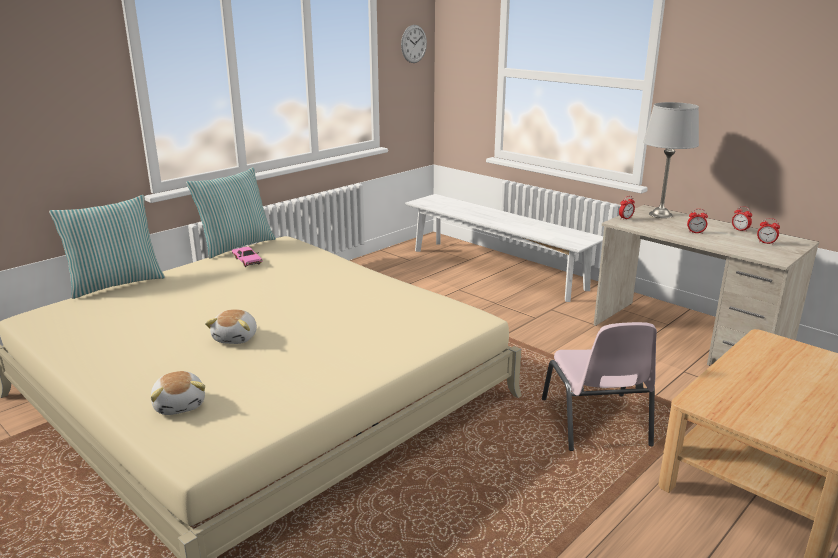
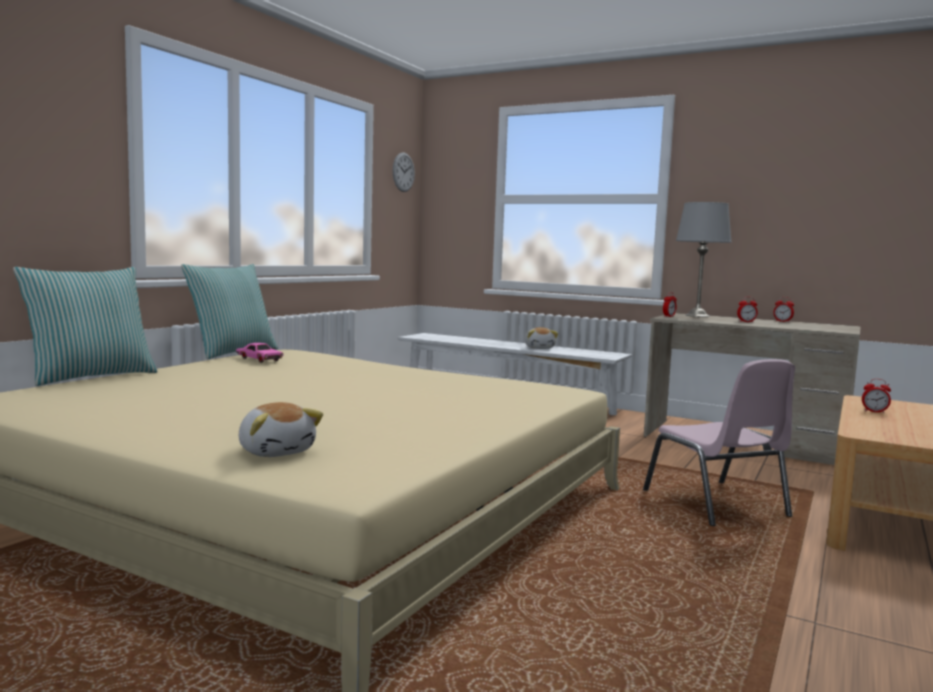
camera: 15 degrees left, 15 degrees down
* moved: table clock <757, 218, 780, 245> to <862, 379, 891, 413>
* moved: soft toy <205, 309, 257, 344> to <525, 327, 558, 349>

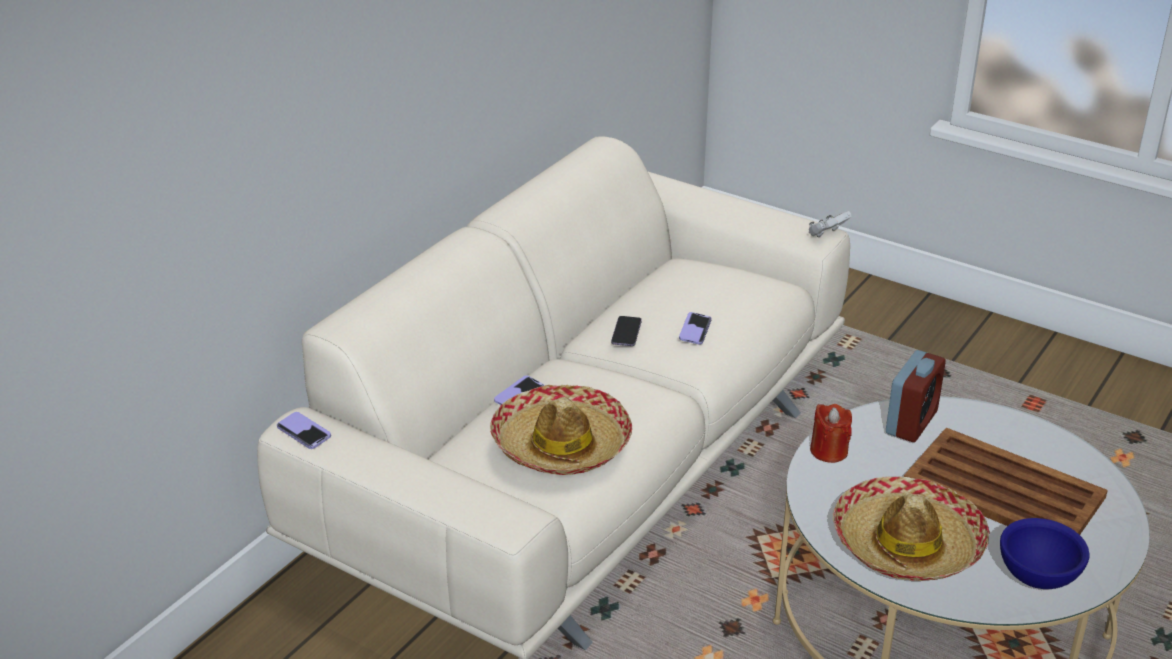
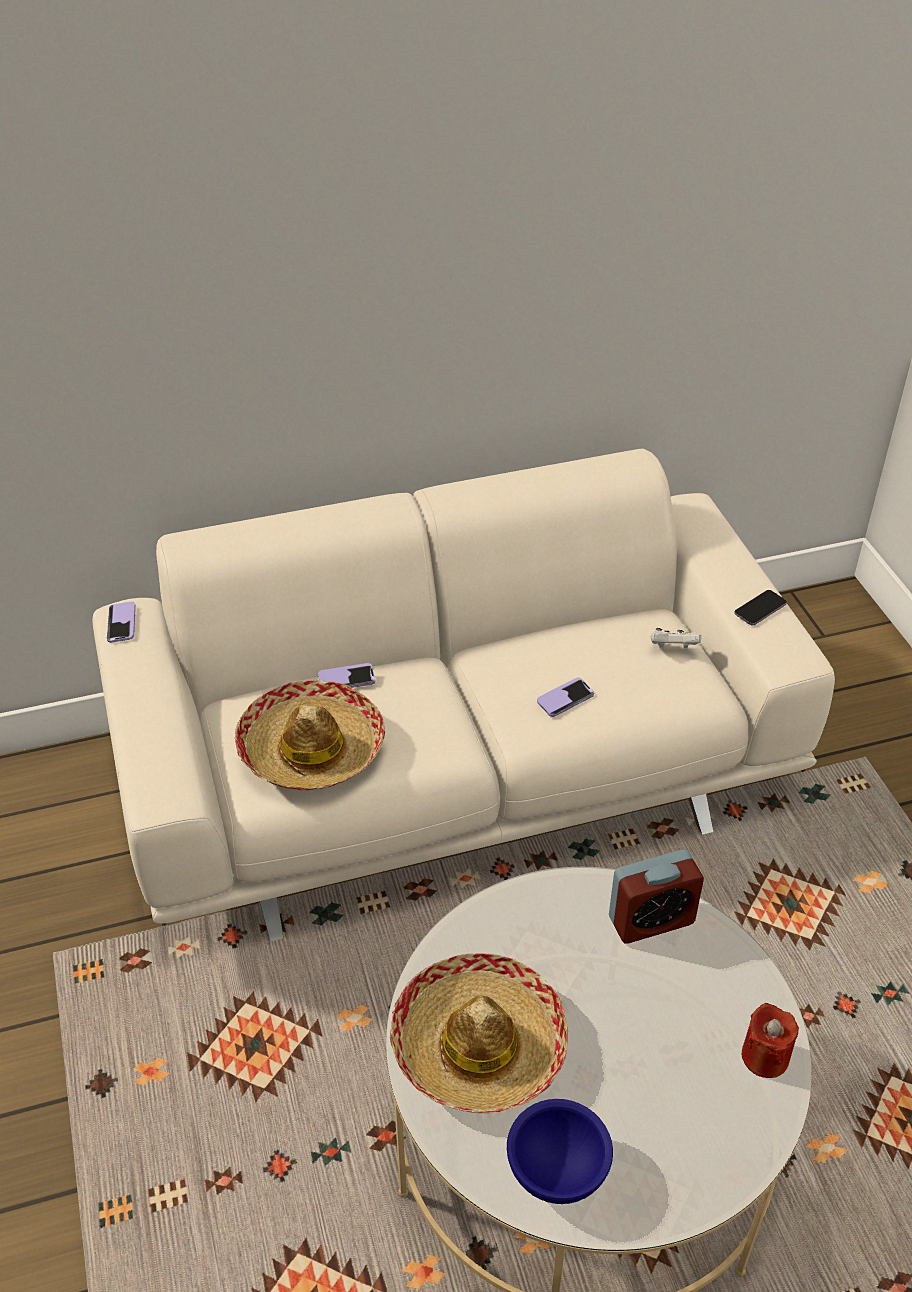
camera: 40 degrees right, 10 degrees up
* moved: white-coloured joypad <809, 211, 852, 237> to <650, 628, 701, 648>
* moved: handset <611, 316, 642, 346> to <734, 590, 787, 625>
* moved: reddish candle <810, 404, 852, 463> to <742, 1003, 799, 1078>
* removed: brown serving tray <904, 428, 1108, 535>

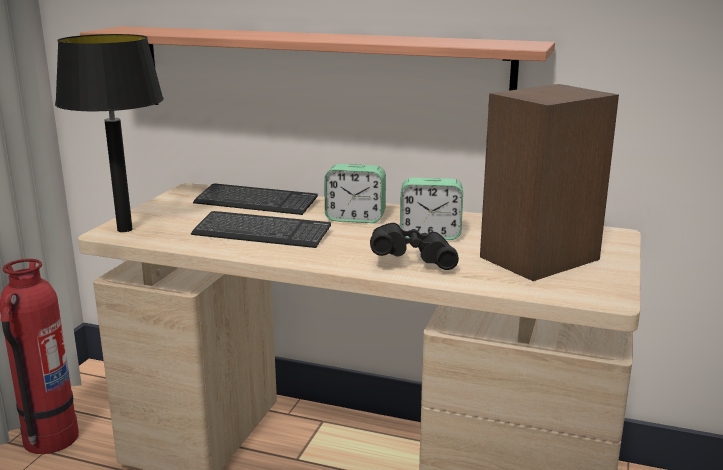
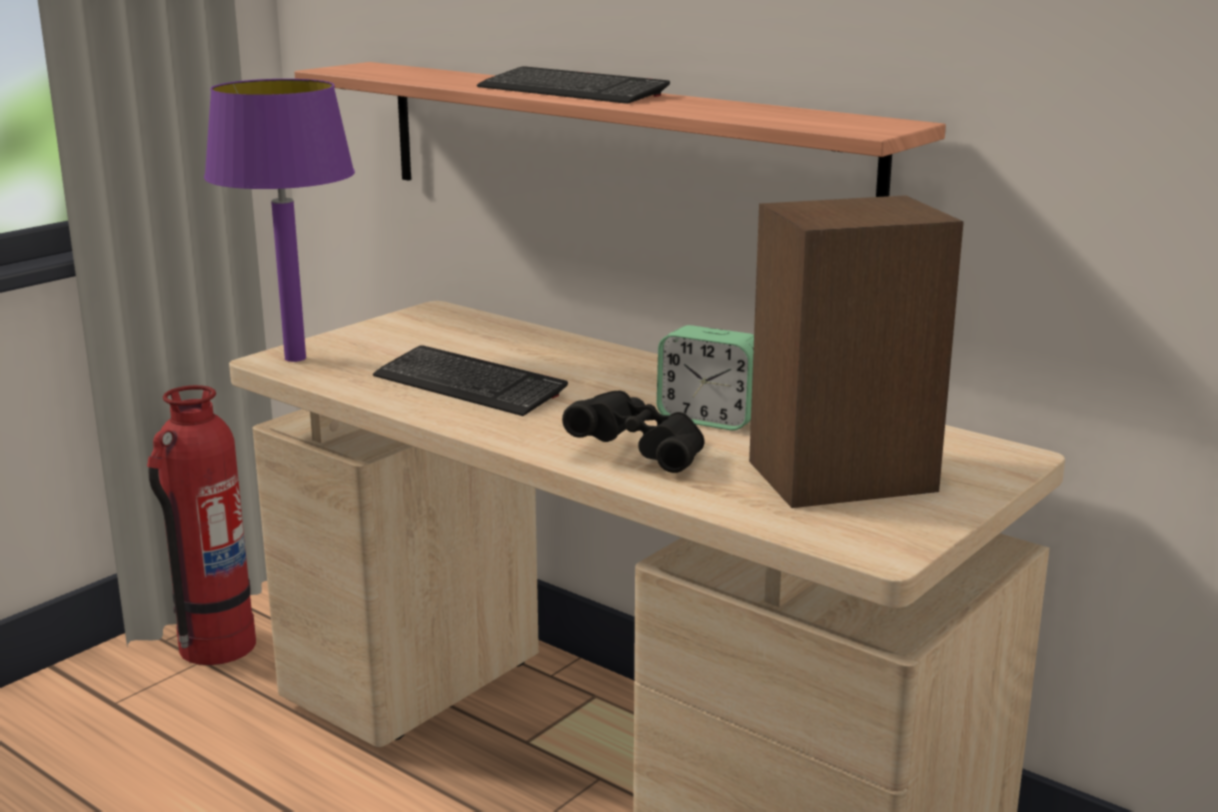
camera: 20 degrees right, 0 degrees up
* recoloured: black-coloured table lamp <55, 34, 164, 232> to purple-coloured table lamp <204, 79, 355, 362>
* removed: table clock <324, 164, 386, 223>
* moved: computer keyboard <193, 184, 318, 215> to <477, 67, 670, 104>

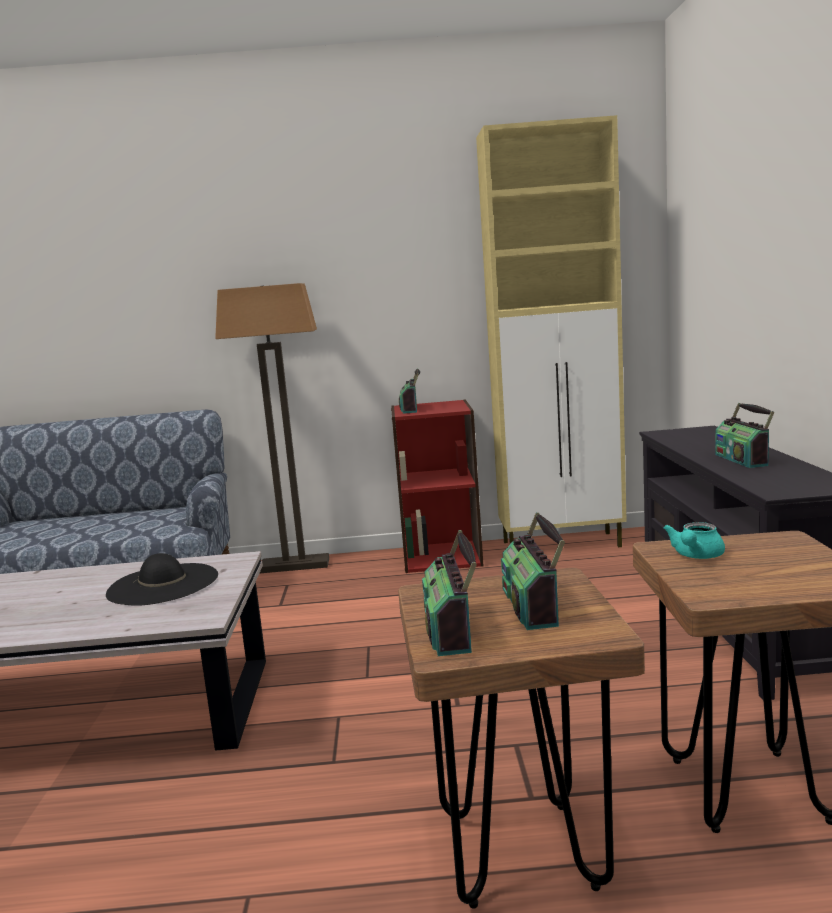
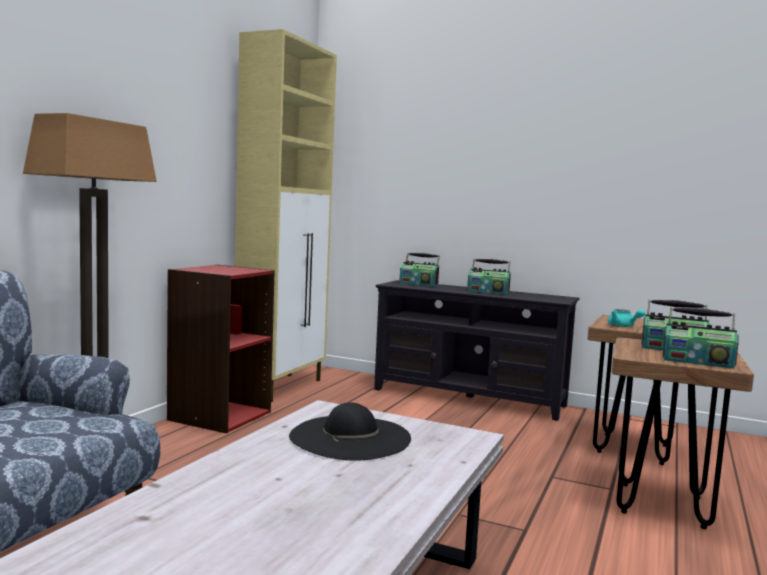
camera: 65 degrees left, 5 degrees down
* moved: radio <399, 369, 420, 414> to <400, 253, 440, 286>

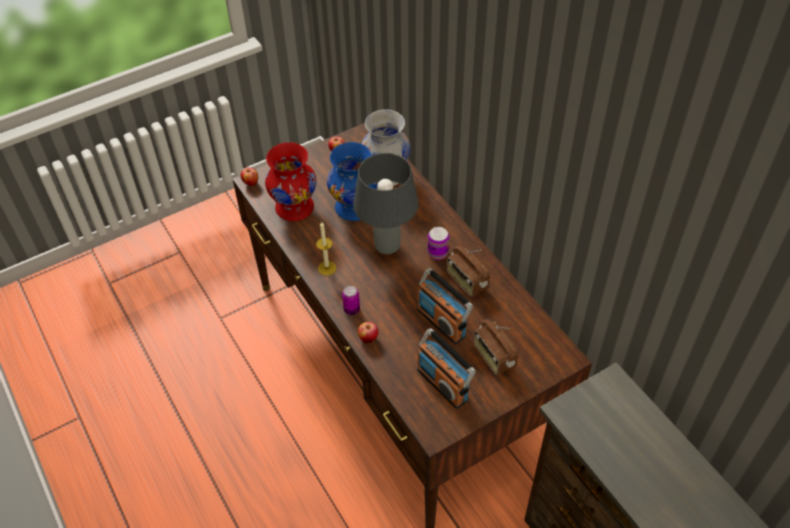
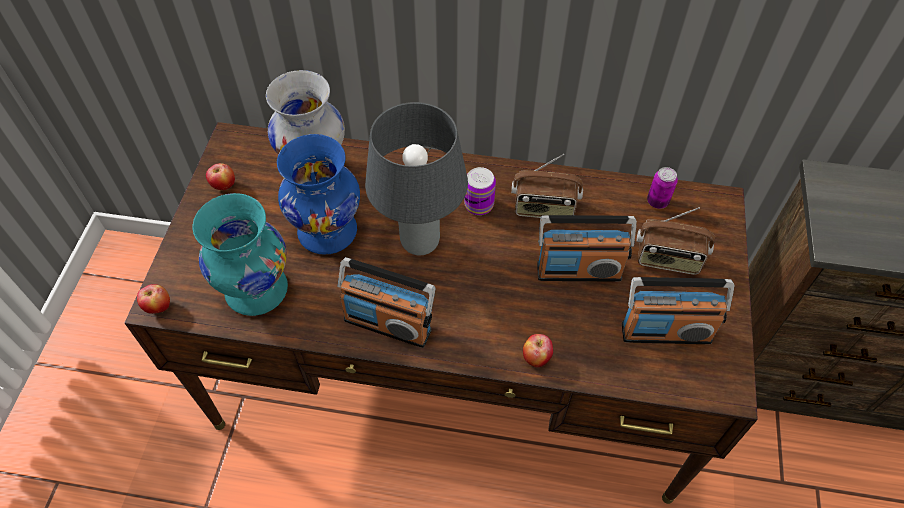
camera: 50 degrees left, 5 degrees up
* recoloured: reddish vase <265, 142, 317, 221> to turquoise-coloured vase <193, 193, 288, 316>
* replaced: candle <316, 222, 337, 276> to radio <337, 257, 435, 348>
* moved: metal can <342, 286, 360, 315> to <647, 167, 678, 209>

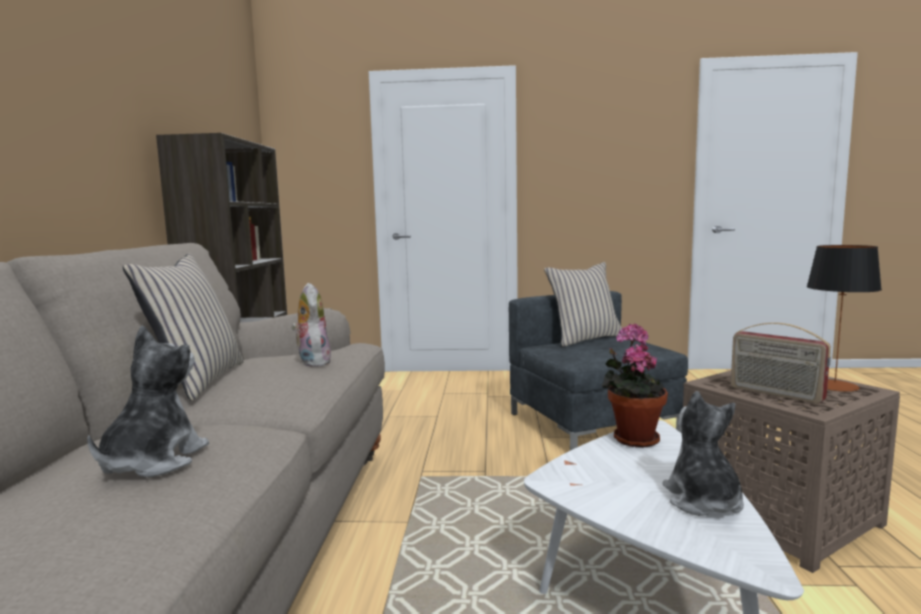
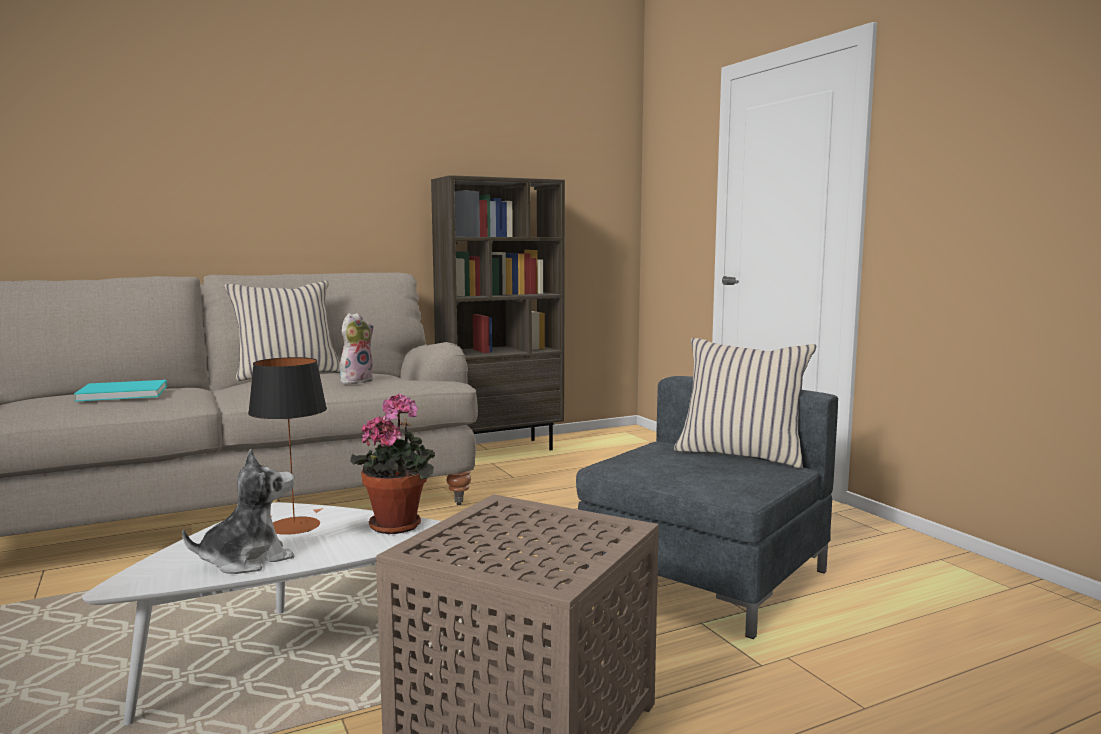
camera: 60 degrees right, 0 degrees up
* moved: table lamp <807, 245, 882, 392> to <248, 357, 327, 535>
* removed: radio <731, 322, 831, 404>
* replaced: soft toy <87, 325, 209, 477> to turquoise-coloured volume <74, 380, 167, 401>

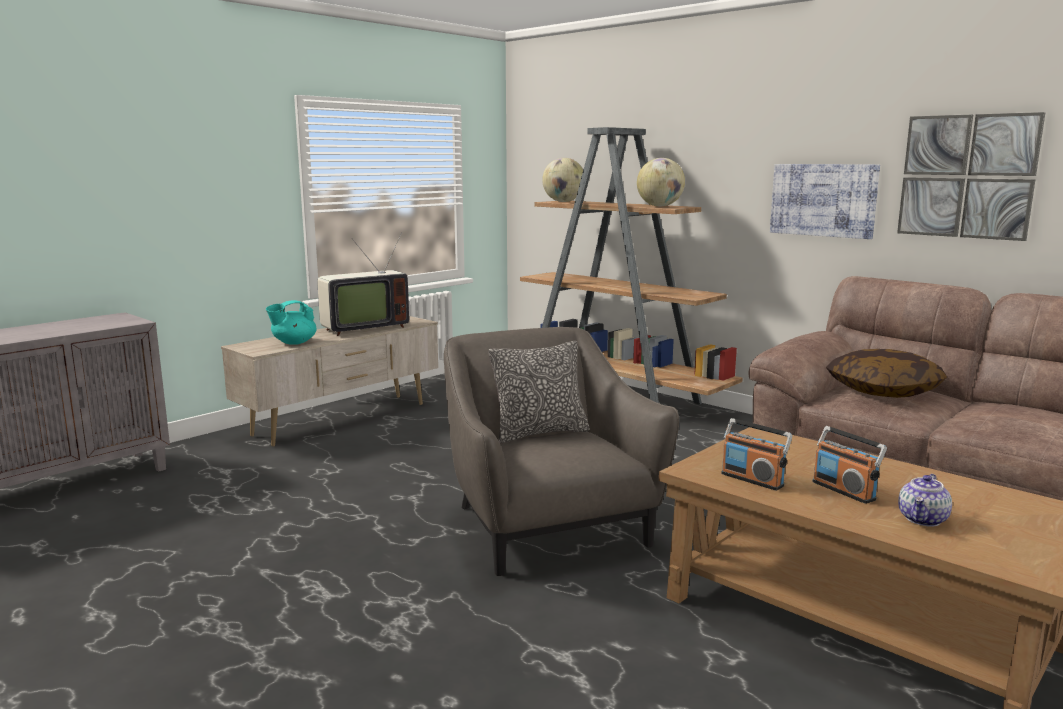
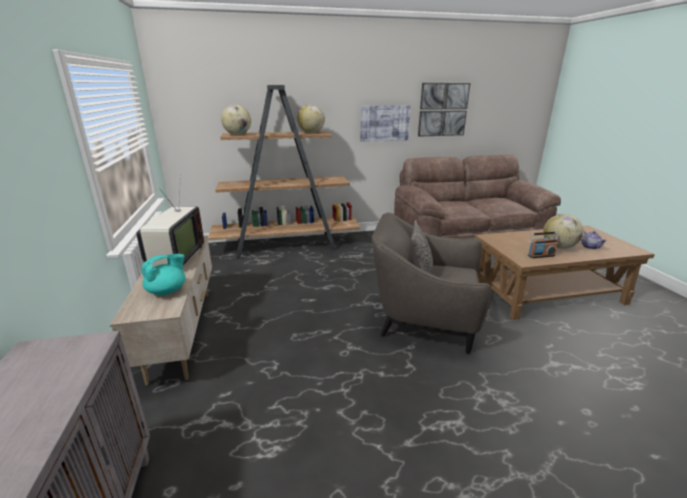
camera: 55 degrees left, 10 degrees up
* turned: turquoise-coloured teapot <266, 300, 316, 345> = <141, 254, 186, 295> 135 degrees counterclockwise
* removed: cushion <826, 349, 947, 398>
* replaced: radio <812, 426, 887, 504> to world globe <543, 214, 583, 249>

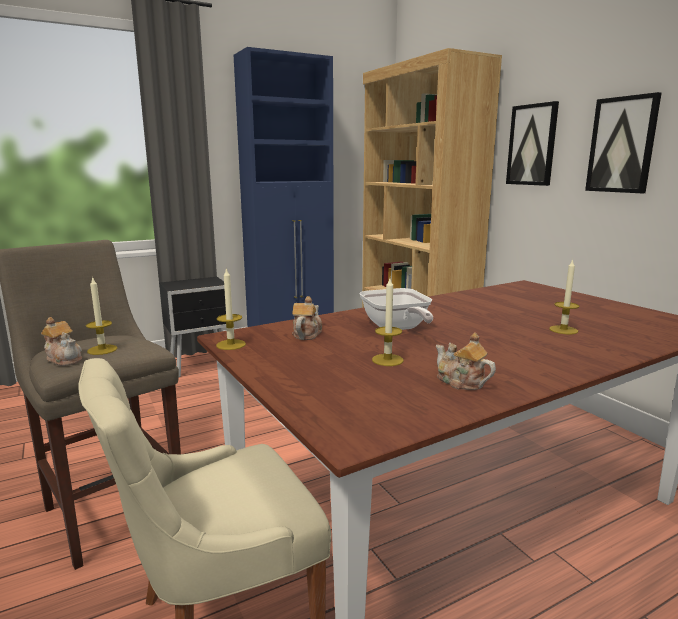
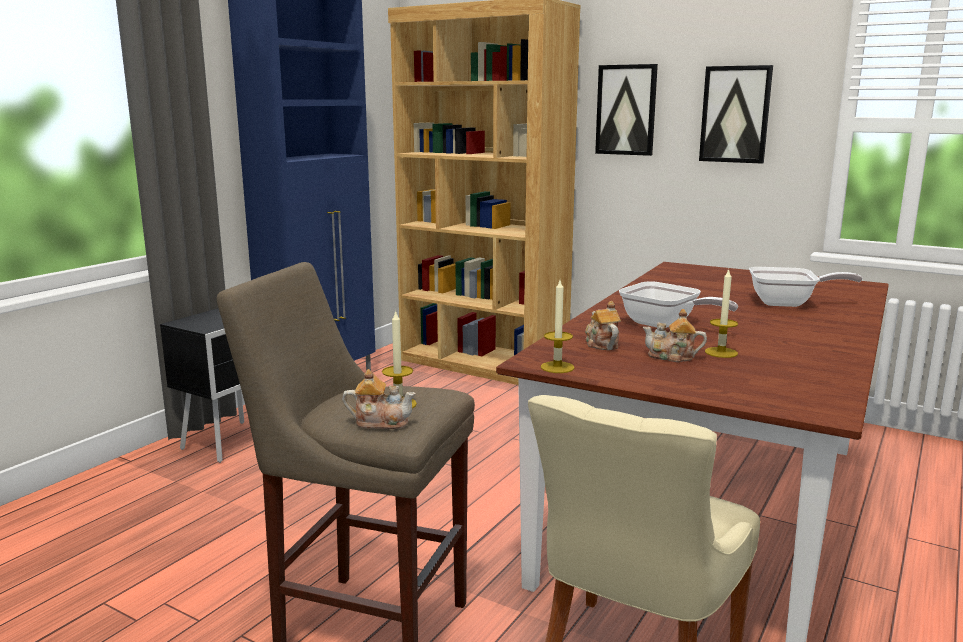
camera: 30 degrees left, 0 degrees up
* replaced: candle <549, 259, 579, 335> to skillet <749, 267, 863, 307>
* moved: teapot <436, 332, 496, 390> to <643, 309, 707, 362>

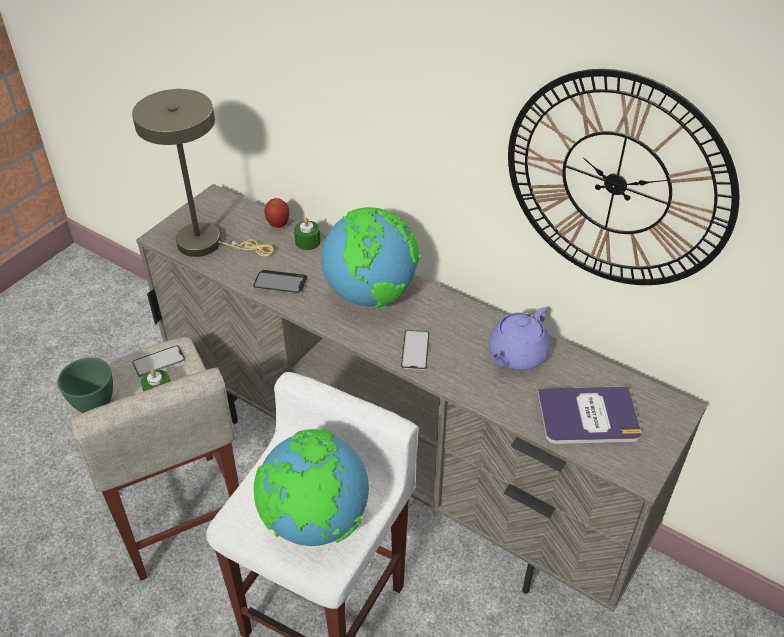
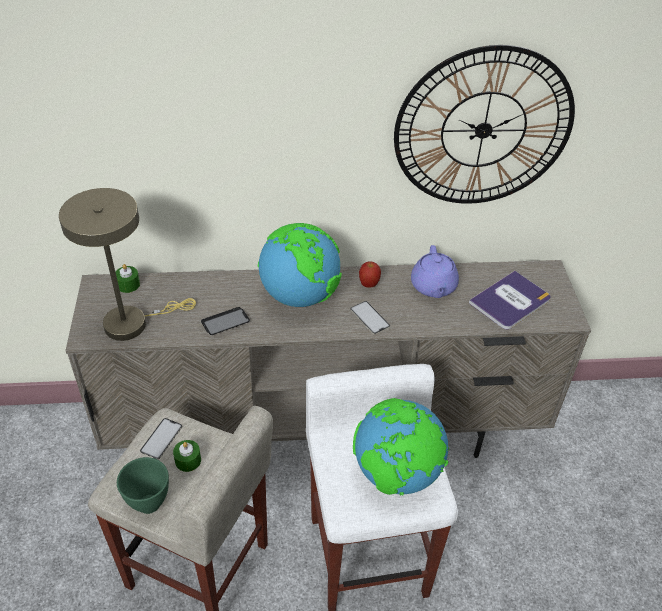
camera: 40 degrees left, 0 degrees up
* moved: whole apple <264, 198, 289, 228> to <359, 262, 381, 288>
* moved: greenish candle <294, 218, 321, 250> to <116, 264, 140, 293>

